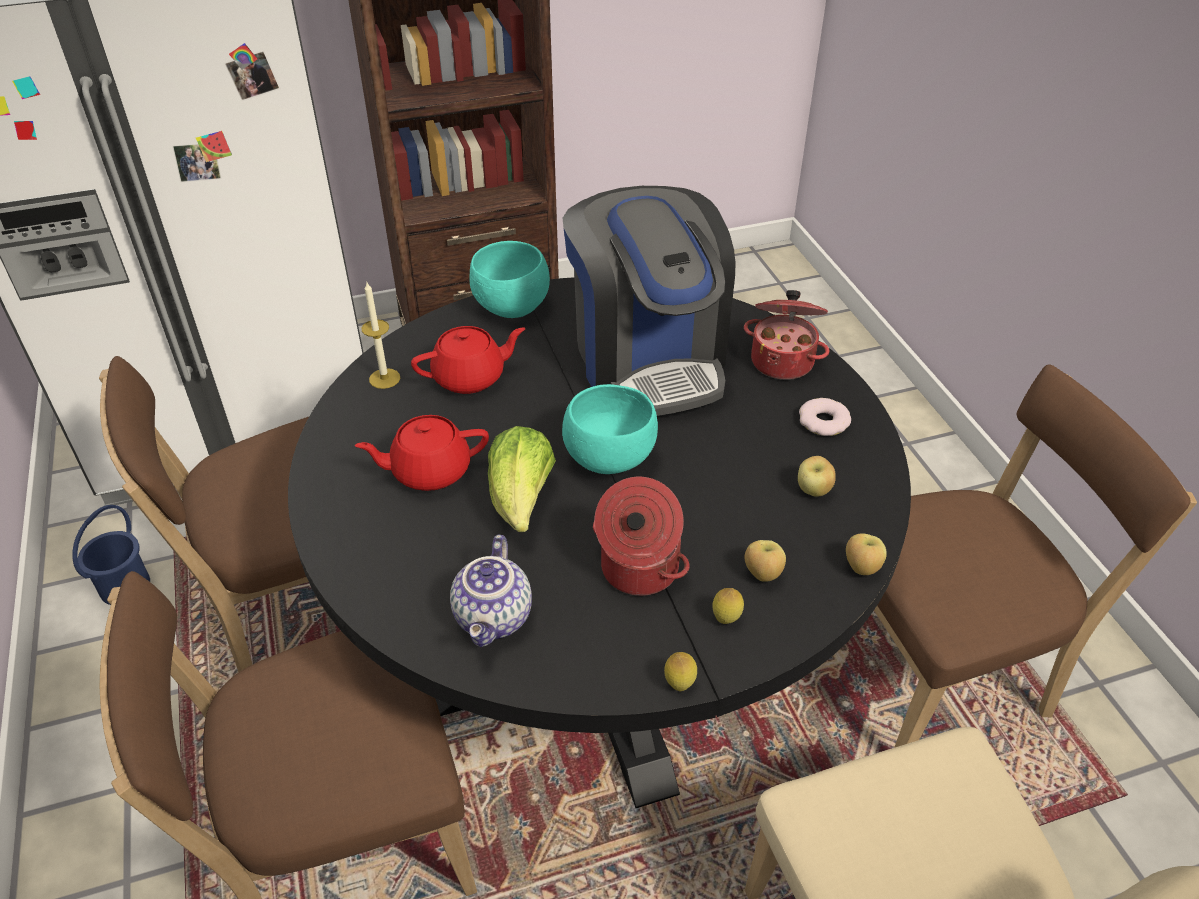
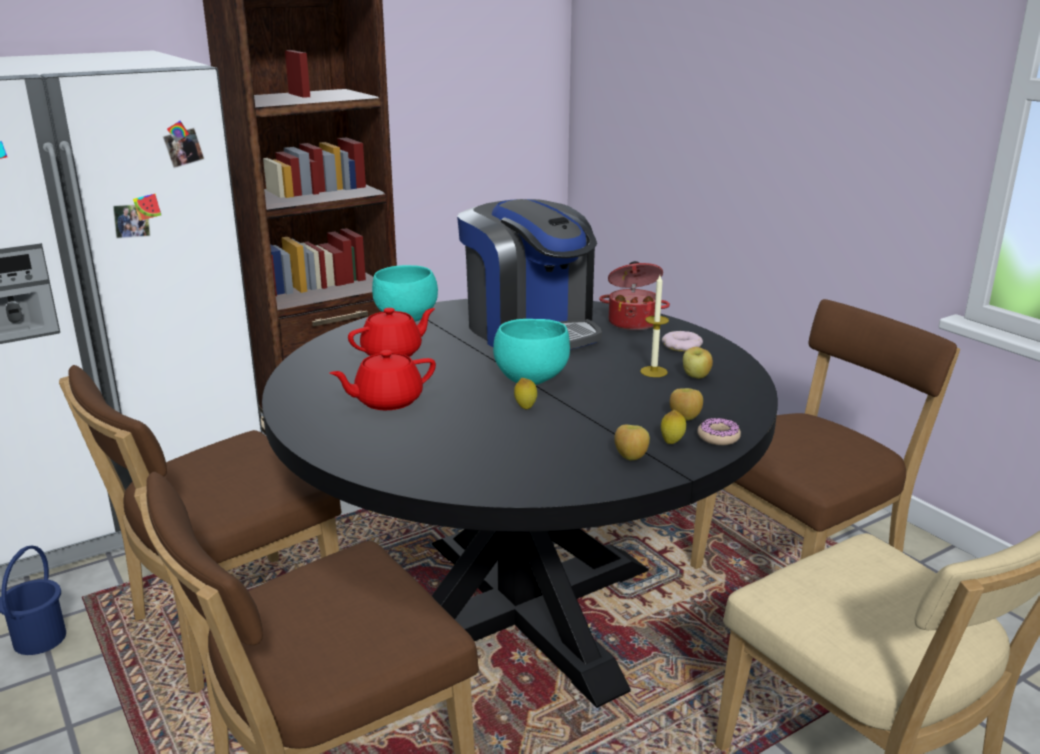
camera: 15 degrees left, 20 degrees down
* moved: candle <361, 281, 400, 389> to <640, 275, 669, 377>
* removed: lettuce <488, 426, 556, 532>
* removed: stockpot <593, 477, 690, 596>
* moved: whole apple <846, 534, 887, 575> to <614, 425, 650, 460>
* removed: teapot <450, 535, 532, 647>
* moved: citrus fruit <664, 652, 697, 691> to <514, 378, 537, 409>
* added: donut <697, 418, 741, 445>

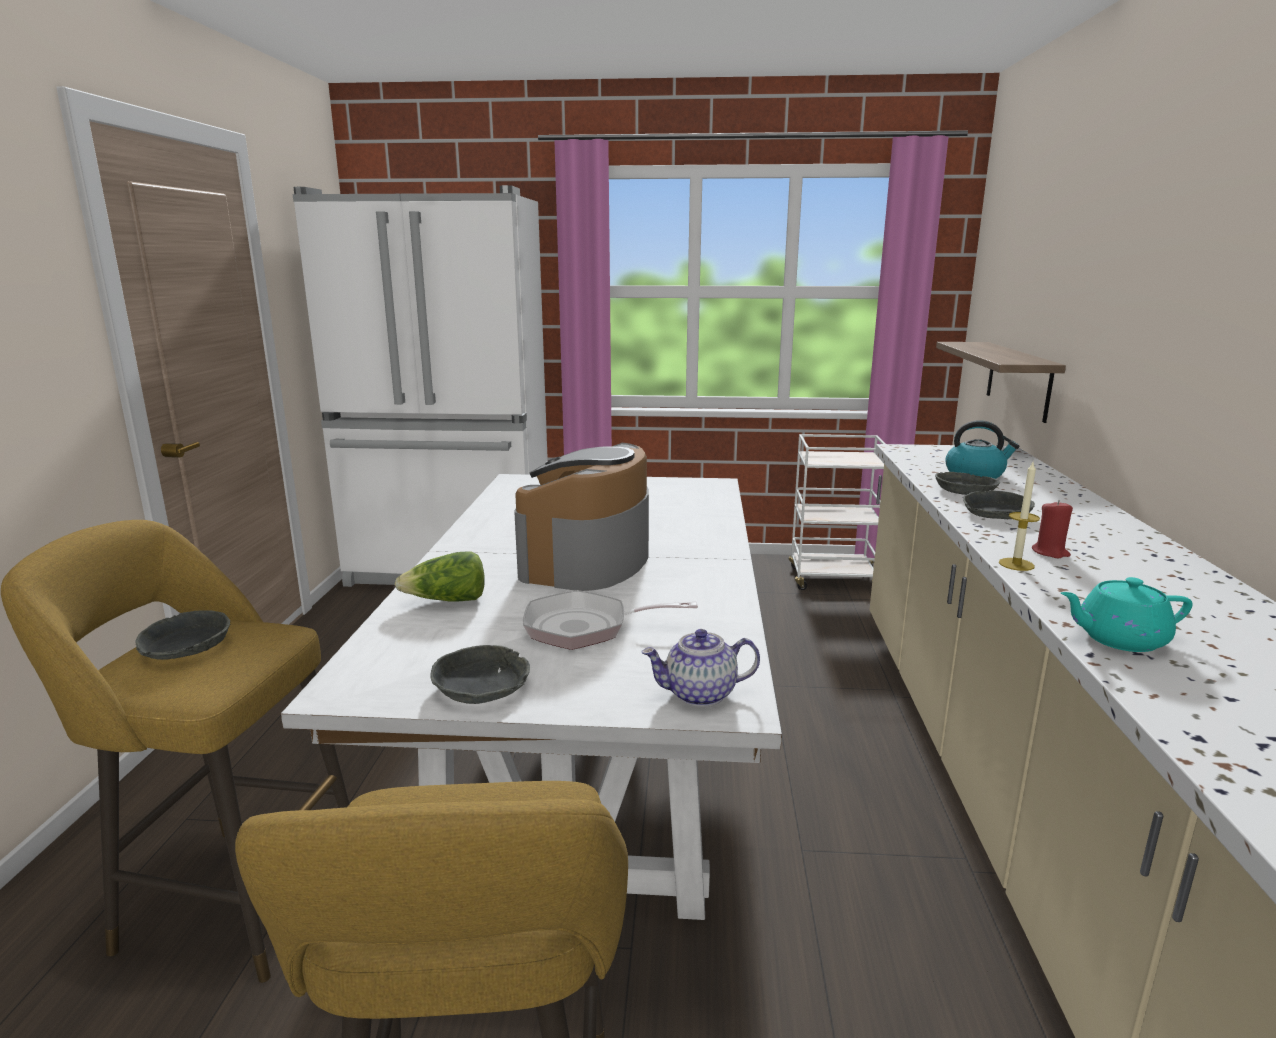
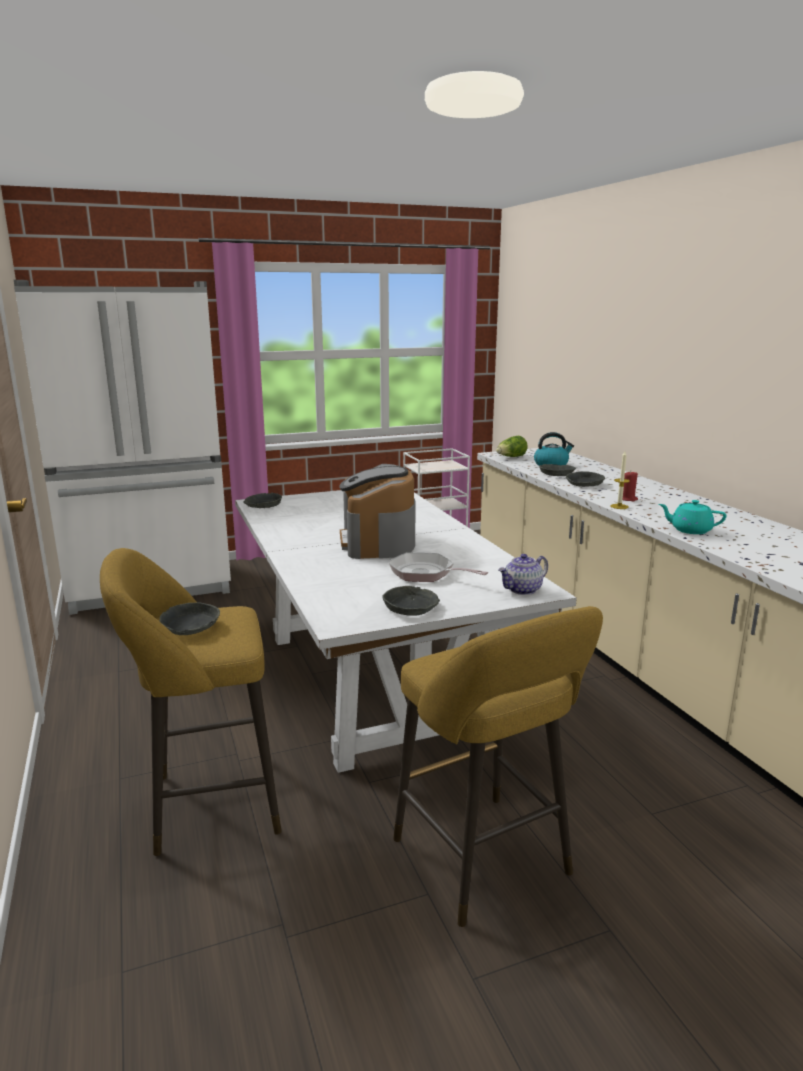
camera: 25 degrees left, 0 degrees up
* removed: wall shelf <936, 342, 1066, 423>
* moved: lettuce <395, 551, 484, 602> to <496, 436, 528, 457>
* turned: turquoise-coloured teapot <1061, 577, 1193, 652> = <659, 500, 726, 534> 45 degrees clockwise
* turned: skillet <523, 590, 698, 650> = <388, 552, 488, 582> 60 degrees clockwise
* added: grey serving bowl <243, 493, 282, 508>

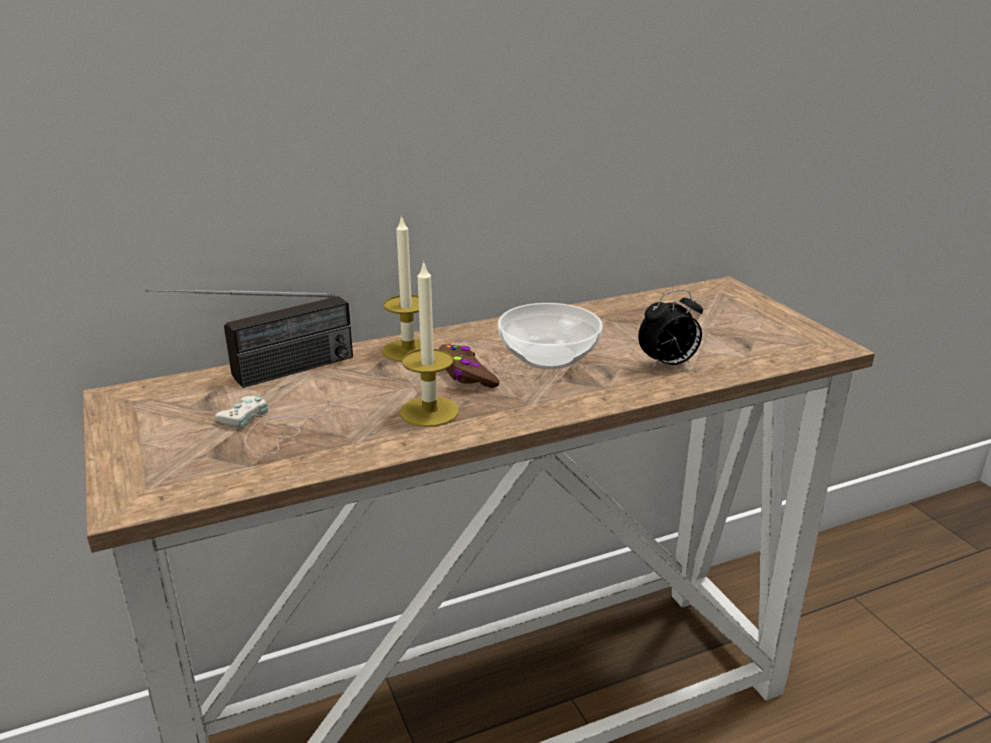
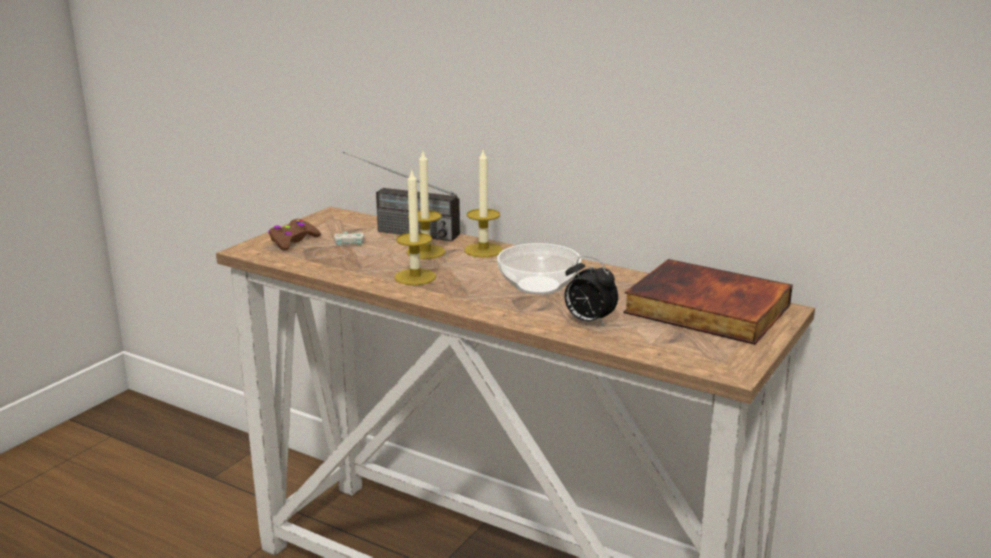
camera: 55 degrees right, 5 degrees down
* moved: brown joypad <439, 344, 500, 388> to <268, 219, 321, 251>
* added: candle <406, 151, 445, 259>
* added: volume <624, 259, 793, 345>

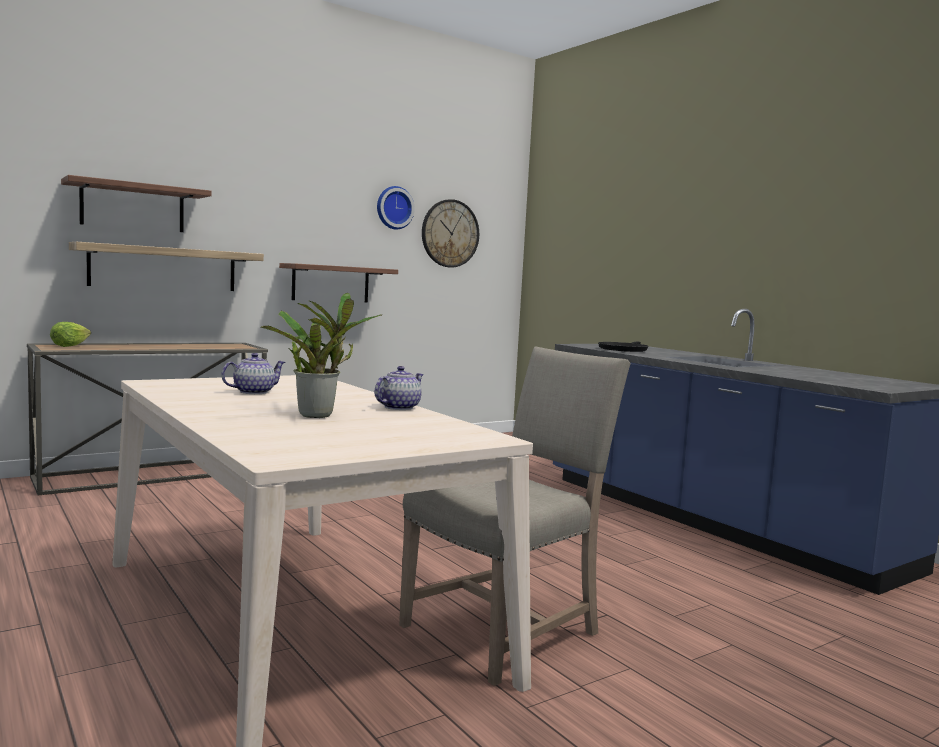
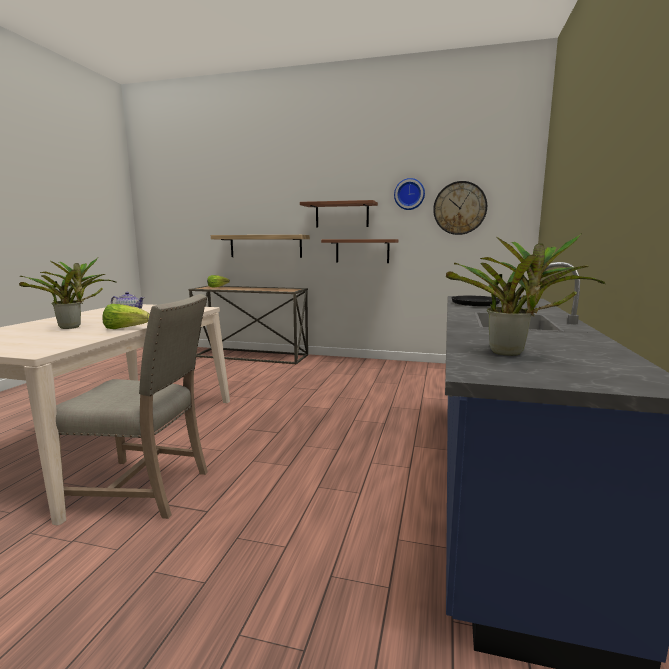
camera: 50 degrees right, 5 degrees up
* moved: wall shelf <61, 175, 212, 232> to <300, 200, 378, 227>
* replaced: teapot <374, 366, 424, 410> to lettuce <103, 304, 150, 329>
* added: houseplant <446, 233, 605, 356>

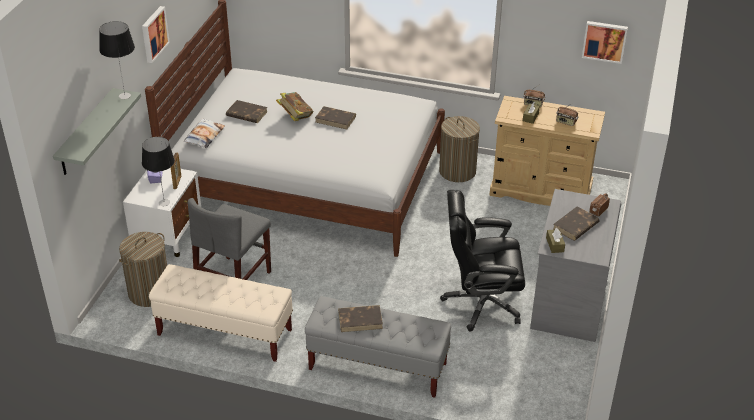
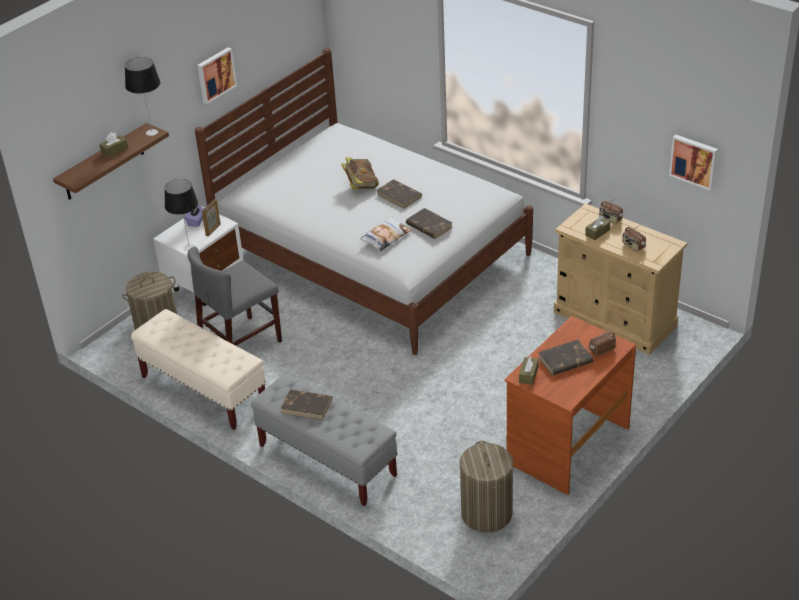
camera: 25 degrees right, 0 degrees up
* recoloured: grey wall shelf <53, 88, 141, 175> to brown wall shelf <53, 123, 169, 200>
* moved: brown volume <226, 100, 267, 123> to <406, 208, 453, 239>
* moved: washing basket <439, 116, 480, 182> to <459, 441, 513, 533>
* moved: cushion <183, 118, 225, 148> to <360, 216, 412, 251>
* recoloured: grey desk table <530, 189, 622, 342> to brown desk table <504, 316, 636, 495>
* removed: black-coloured desk chair <440, 190, 525, 332>
* added: brown tissue box <99, 132, 128, 158>

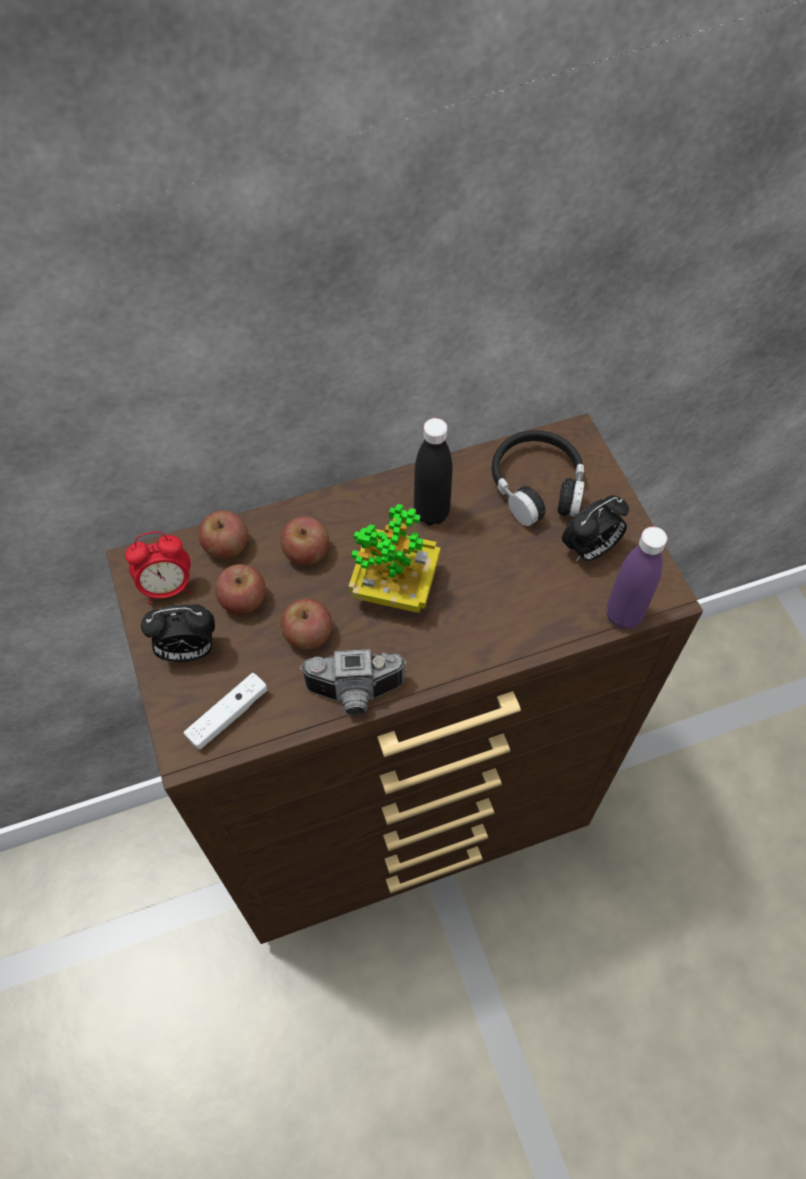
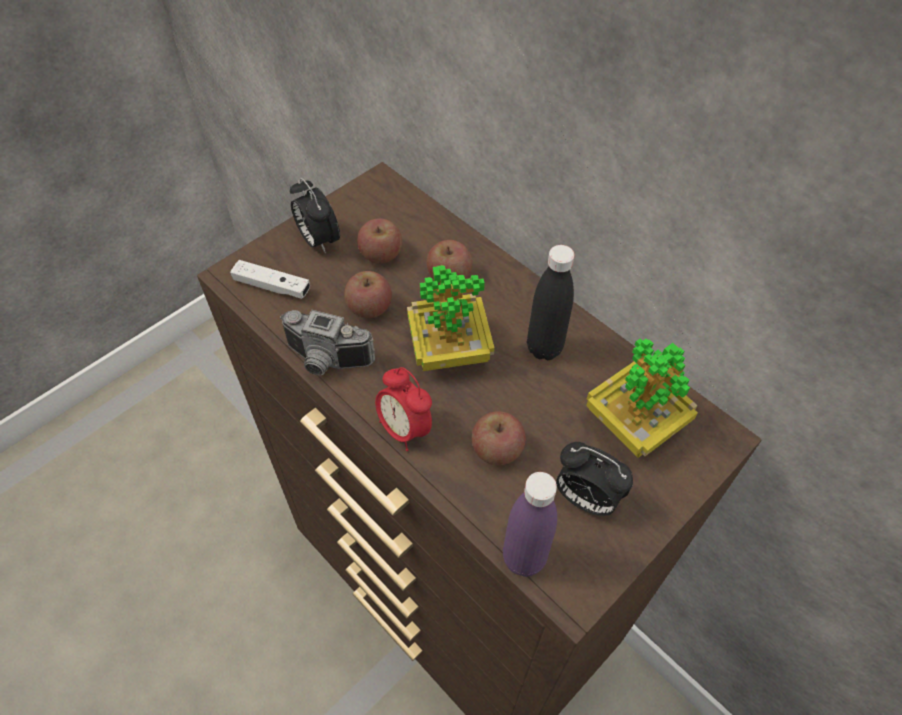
camera: 65 degrees right, 5 degrees down
* replaced: black-coloured headphones <491, 430, 584, 526> to houseplant <586, 338, 698, 458>
* moved: whole apple <199, 510, 248, 559> to <472, 411, 526, 465>
* moved: table clock <125, 531, 191, 604> to <375, 367, 432, 451>
* turned: still camera <300, 649, 407, 715> = <280, 310, 375, 375> 45 degrees counterclockwise

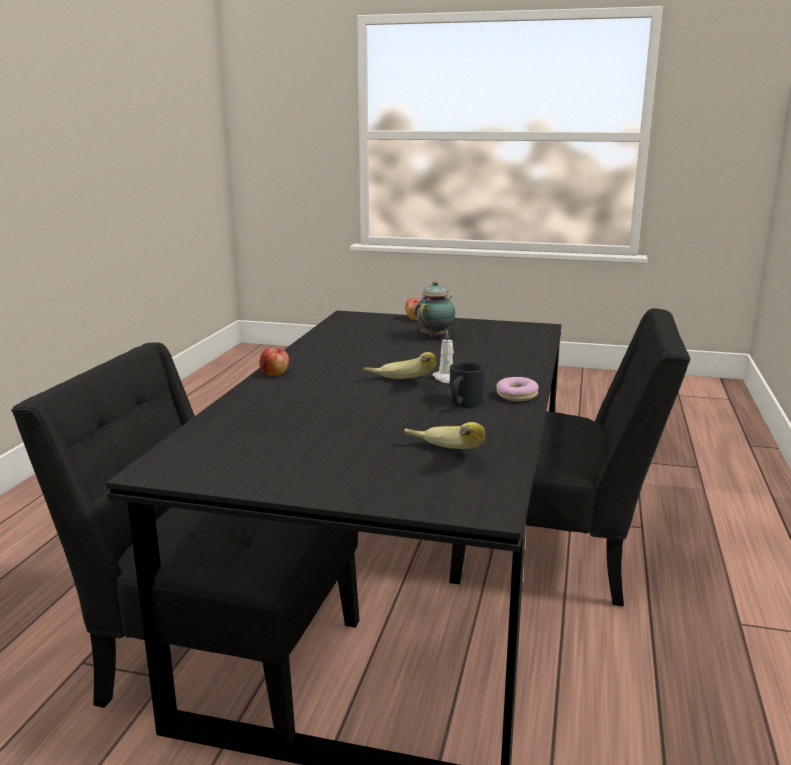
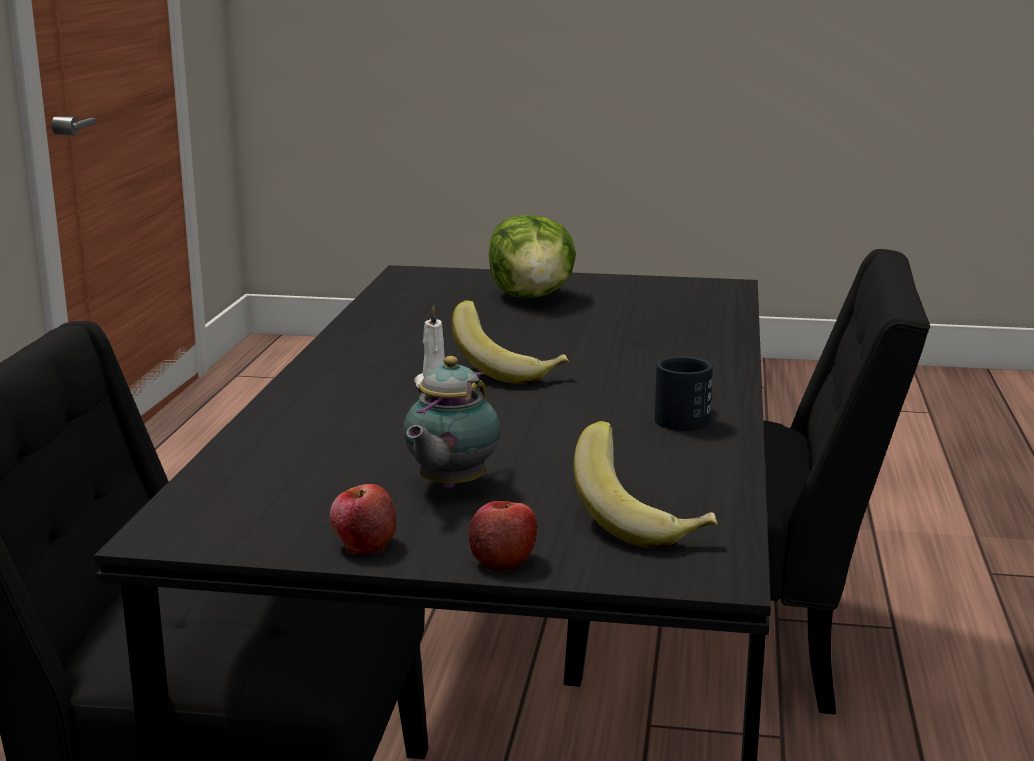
camera: 175 degrees right, 0 degrees up
* moved: whole apple <260, 348, 289, 376> to <330, 484, 396, 555>
* moved: black-coloured coffee mug <449, 362, 484, 407> to <655, 356, 713, 431>
* removed: donut <496, 377, 539, 401>
* moved: whole banana <404, 422, 485, 449> to <573, 421, 718, 548>
* added: lettuce <489, 215, 576, 298>

